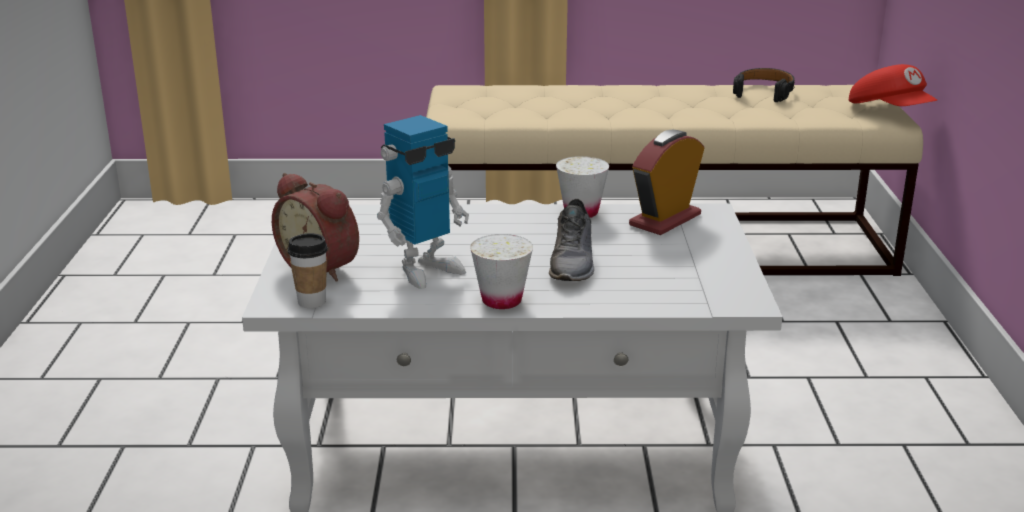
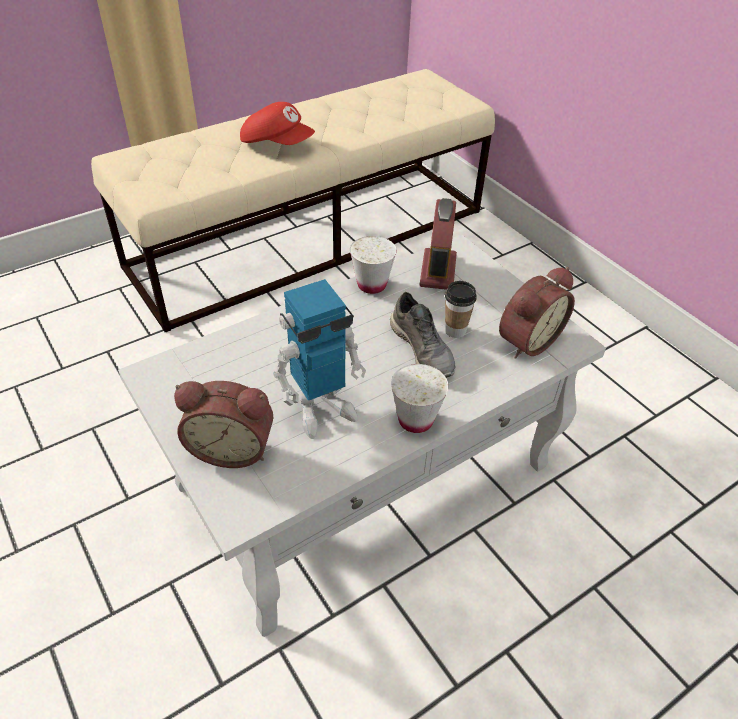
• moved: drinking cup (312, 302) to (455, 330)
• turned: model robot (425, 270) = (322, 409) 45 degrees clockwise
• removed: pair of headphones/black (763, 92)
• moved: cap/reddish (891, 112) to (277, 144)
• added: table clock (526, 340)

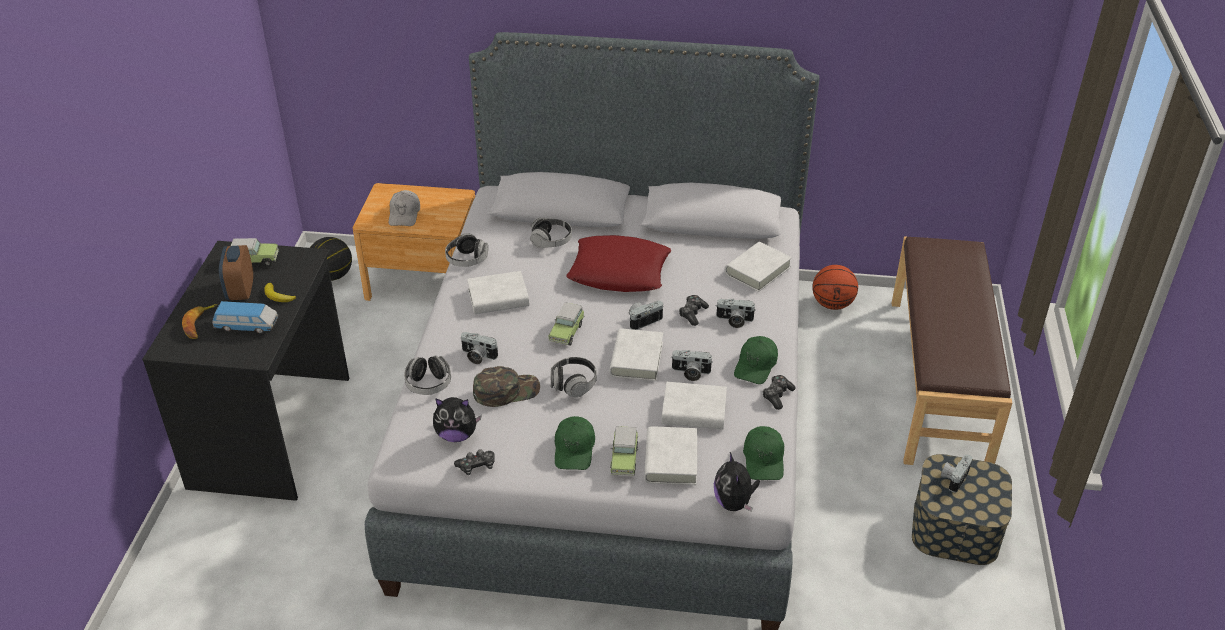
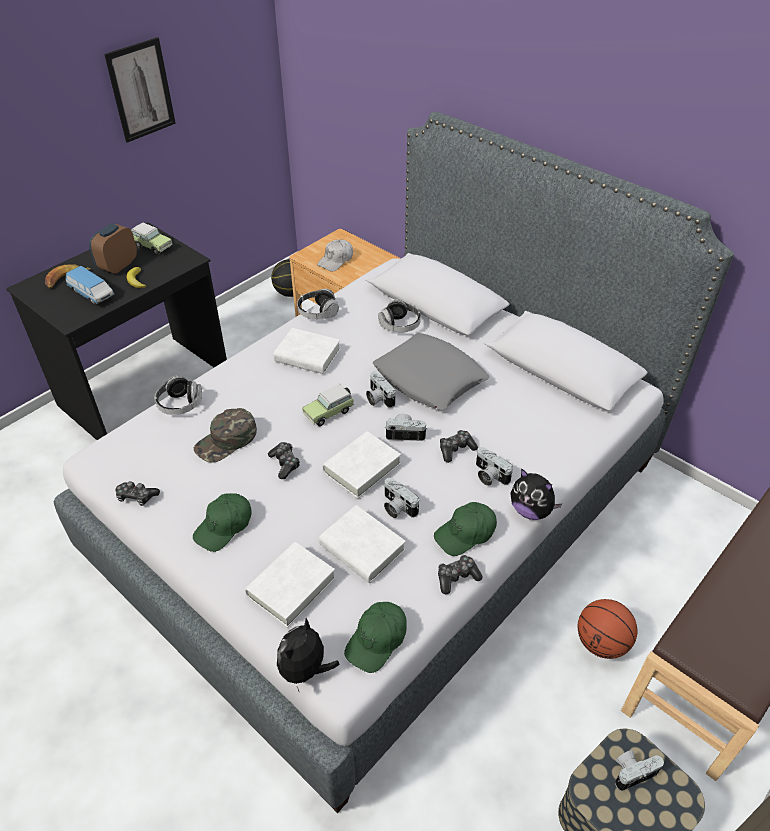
• moved: cuddly toy (456, 435) to (531, 510)
• moved: still camera (477, 356) to (378, 398)
• turned: cap/green (506, 390) = (226, 441) 120 degrees clockwise
• replaced: pair of headphones (573, 384) to gamepad (285, 463)
• recoloured: pillow/reddish (619, 272) to pillow/grey (430, 378)
• removed: toy car (624, 459)
• removed: book/white (757, 271)
• moved: ball for basketball (832, 304) to (601, 642)
• added: wall picture (141, 90)

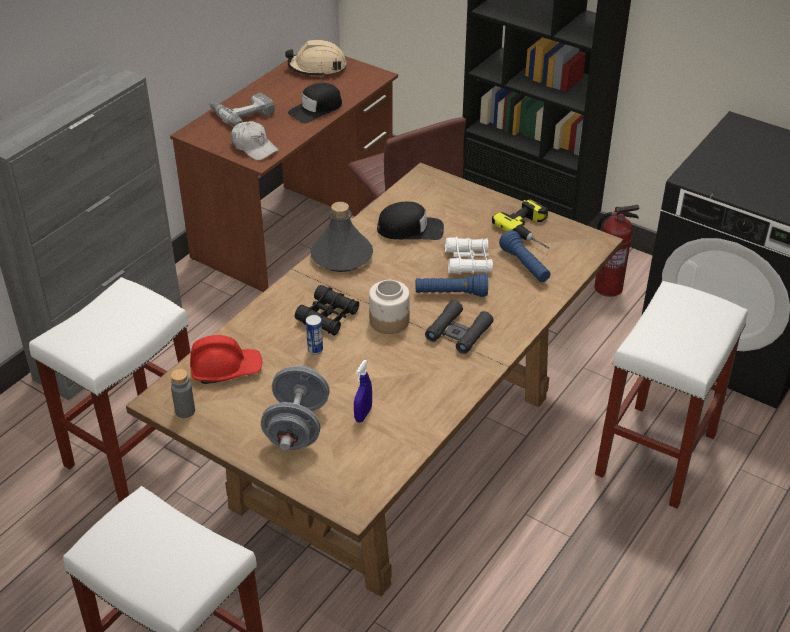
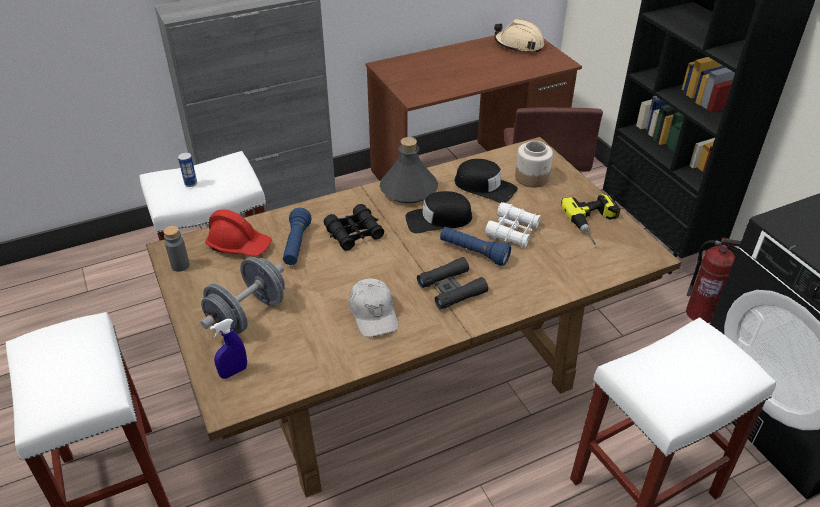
• removed: electric drill (241, 113)
• moved: cap/white (254, 147) to (373, 313)
• moved: cap/black (316, 109) to (438, 219)
• moved: sealed can (315, 350) to (190, 183)
• moved: hand sprayer/blue-coloured (363, 414) to (233, 372)
• moved: storage jar (389, 321) to (532, 178)
• moved: torch/blue-coloured (525, 266) to (296, 245)

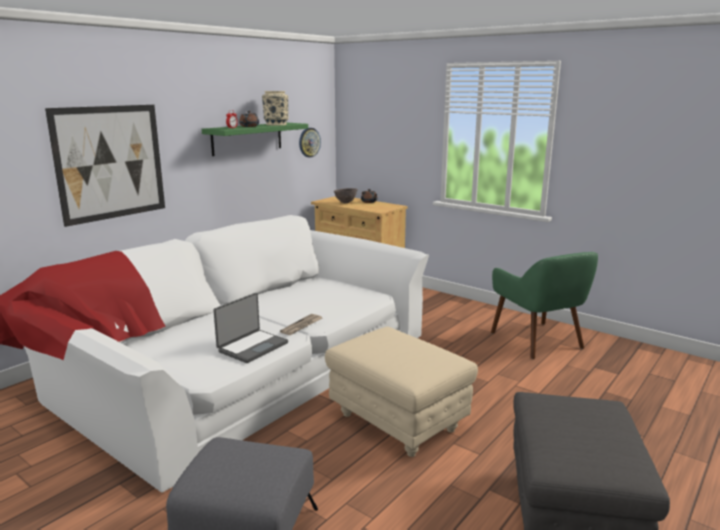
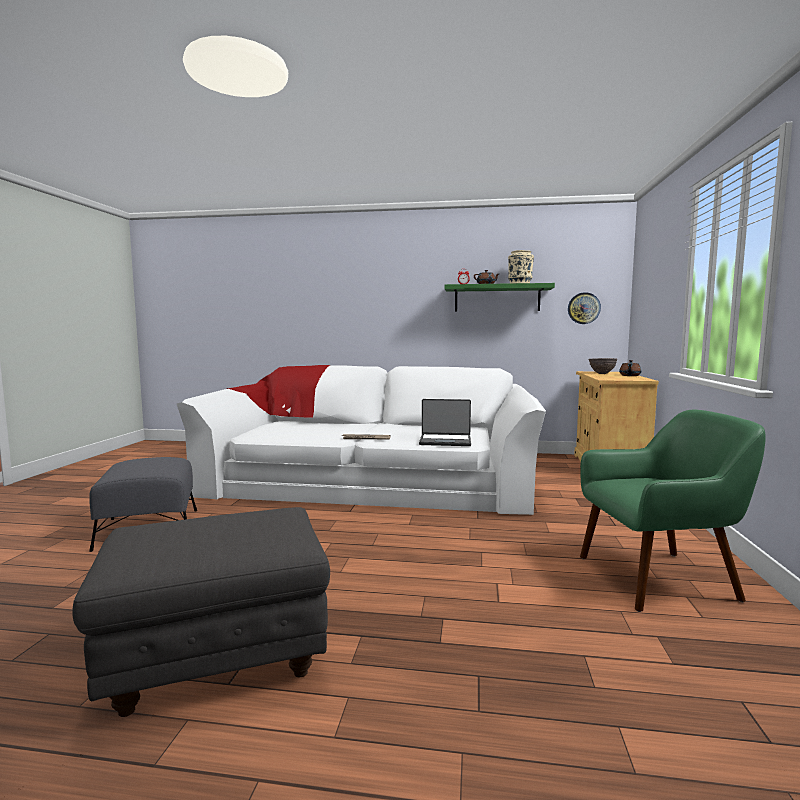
• removed: wall picture (110, 163)
• moved: laptop (252, 347) to (445, 441)
• removed: pouffe/beige-coloured (396, 423)
• turned: lounge chair/green (537, 341) = (659, 579) 135 degrees counterclockwise

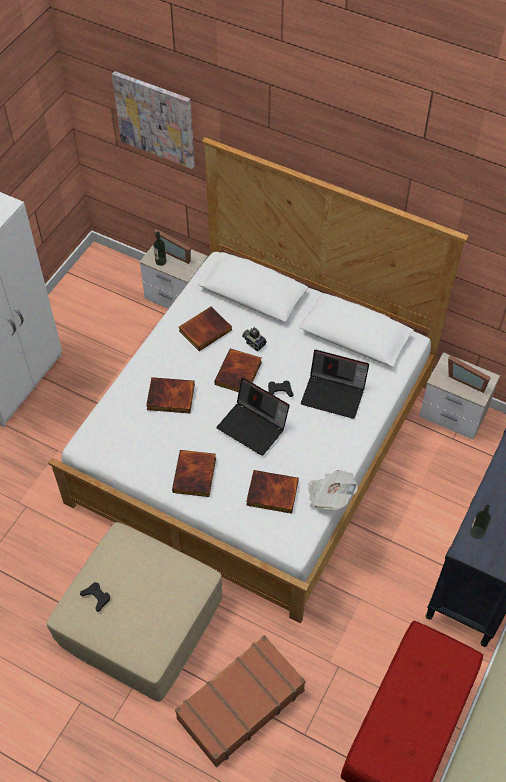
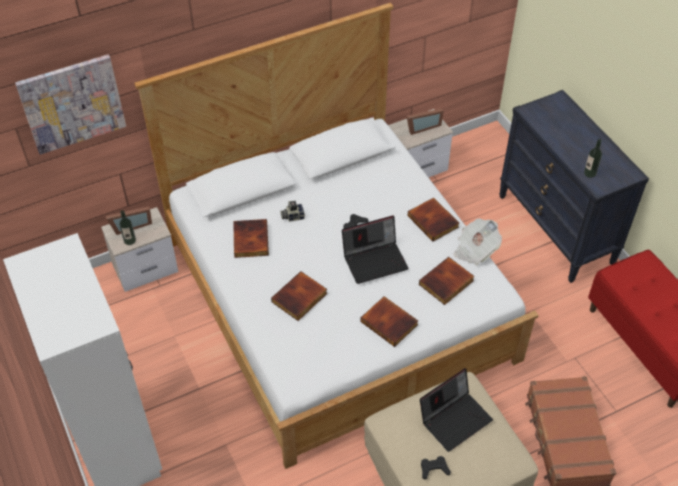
• moved: book (239, 373) to (434, 221)
• moved: laptop (334, 394) to (455, 418)

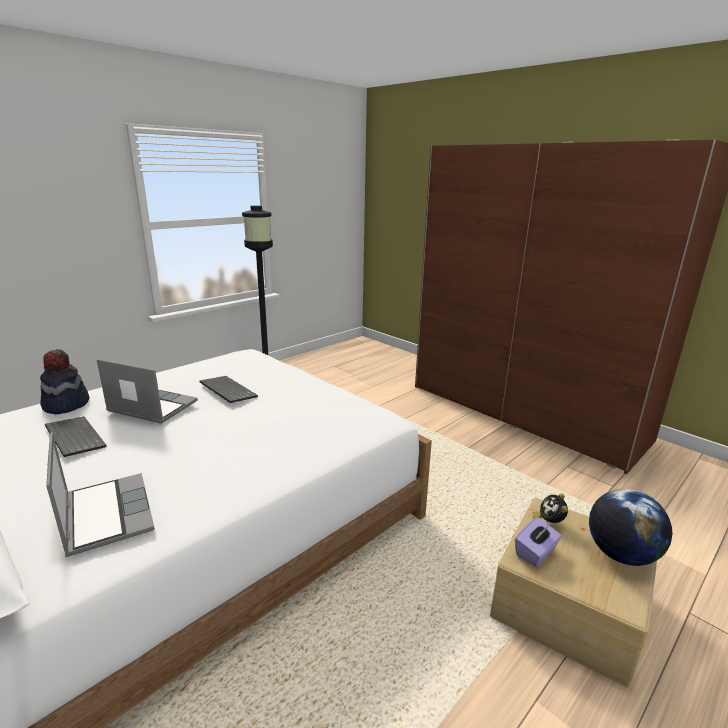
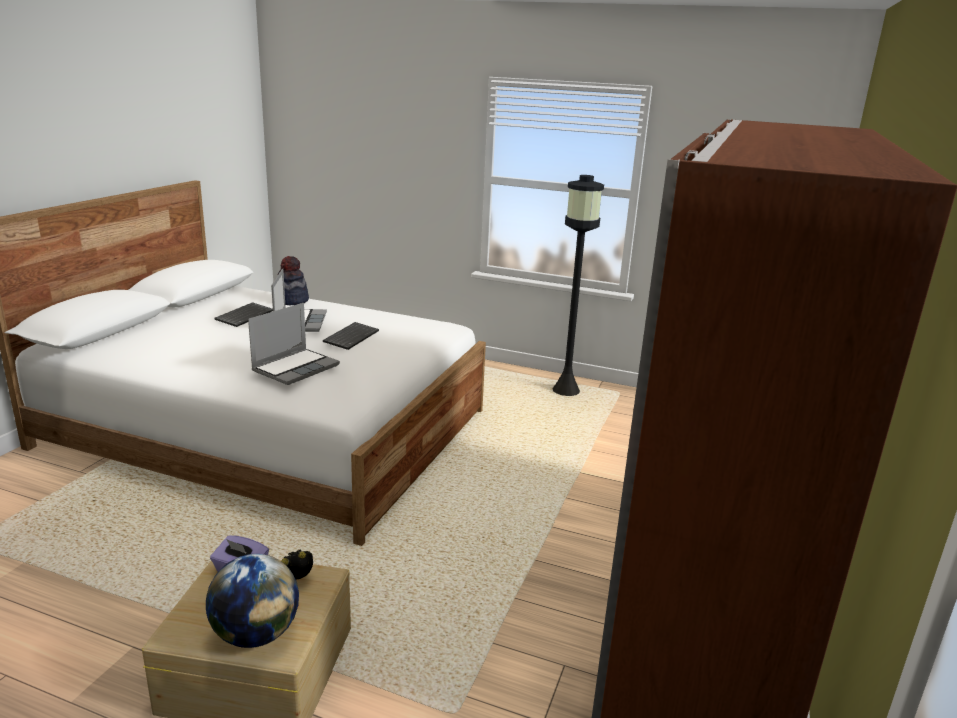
• moved: laptop (106, 514) to (296, 368)

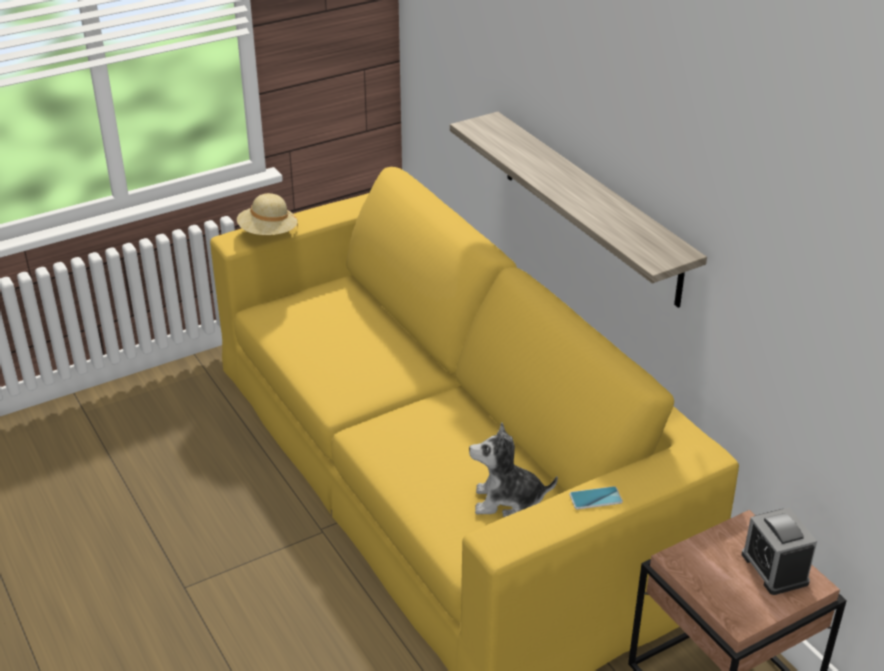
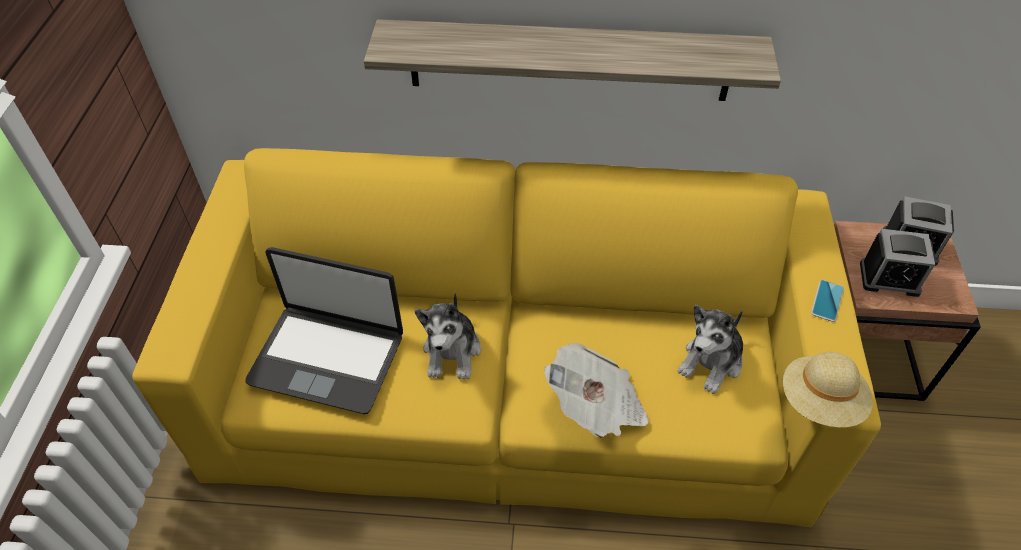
• moved: wearable hat/beige-coloured (268, 233) to (821, 402)
• added: laptop (328, 358)
• added: cuddly toy (452, 351)
• added: daily paper (596, 406)
• added: table clock (889, 278)

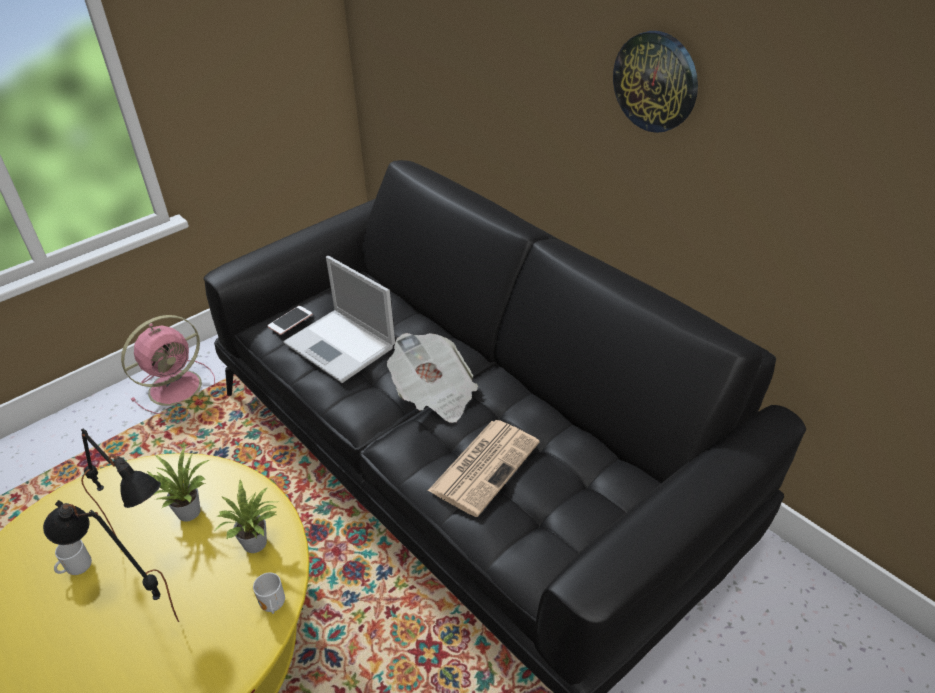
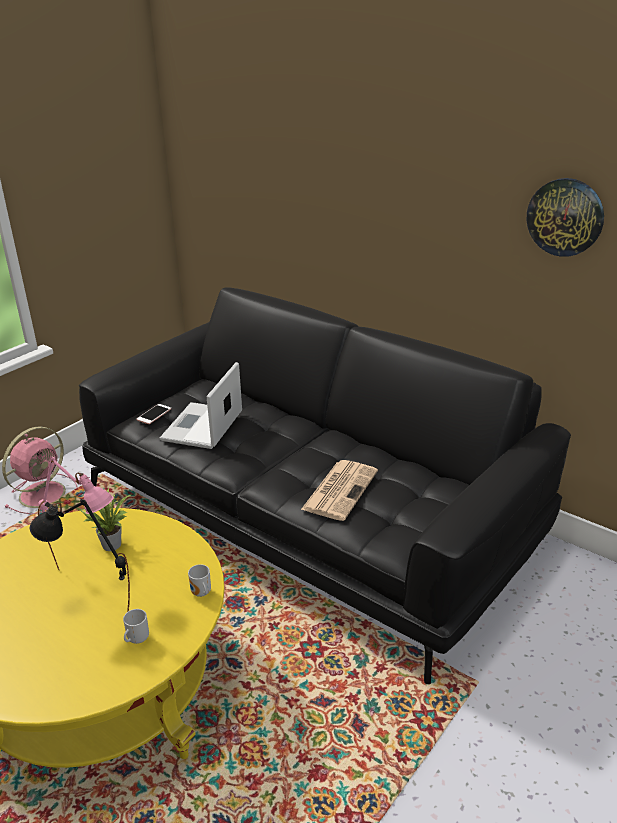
• moved: coffee mug (78, 568) to (136, 639)
• recoloured: lamp for a table/black (152, 549) to lamp for a table/pink-coloured (89, 571)
• removed: potted plant (258, 544)
• turned: laptop (341, 346) = (202, 427) 75 degrees clockwise
• removed: daily paper (434, 394)
• moved: hanging clock (656, 81) to (565, 217)

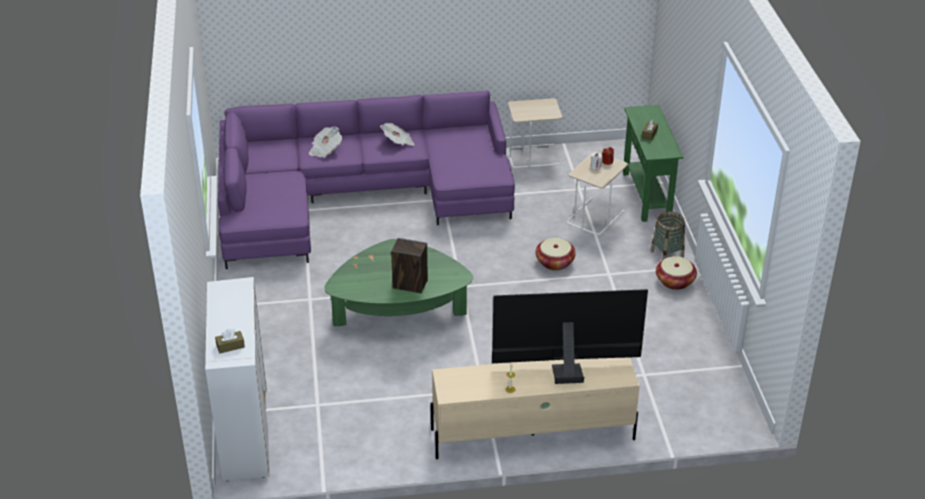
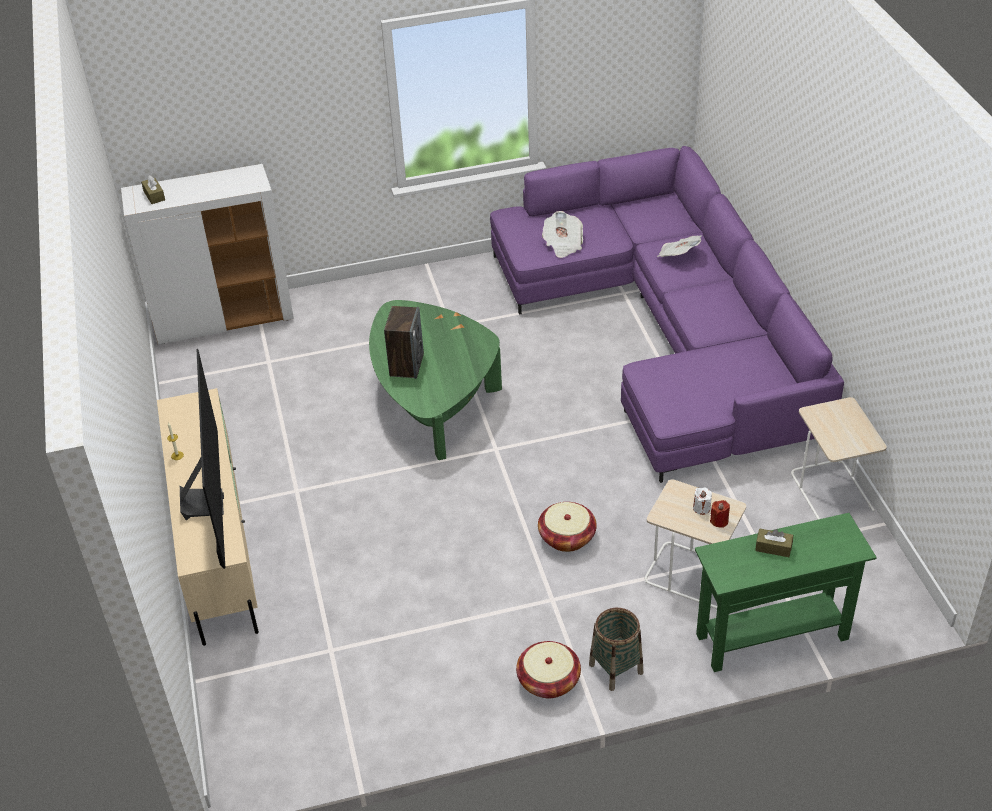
• moved: daily paper (398, 142) to (563, 244)

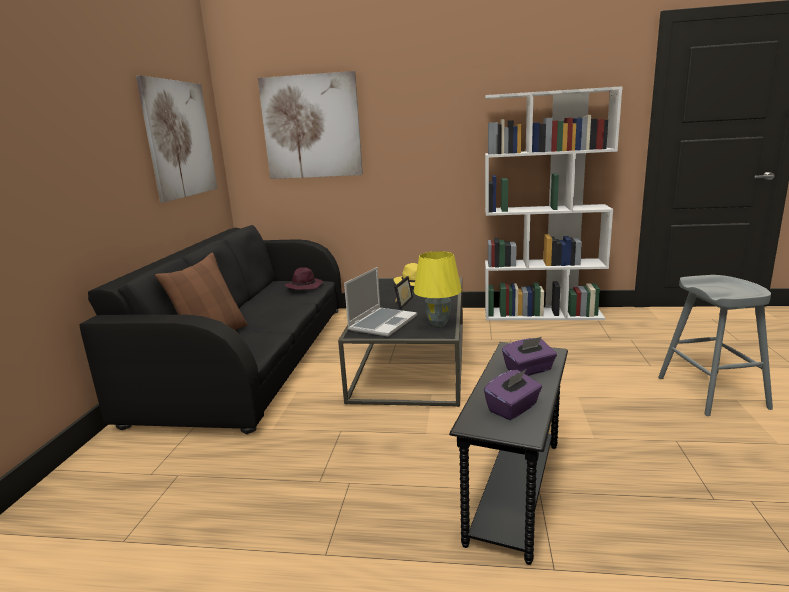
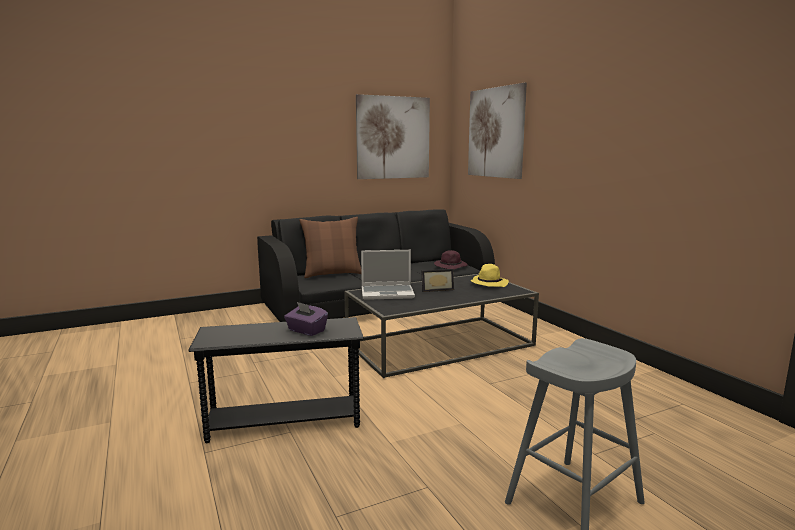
• removed: lamp for a table/yellowish (439, 323)
• removed: tissue holder/purple (513, 408)
• removed: bookcase/white (542, 314)

